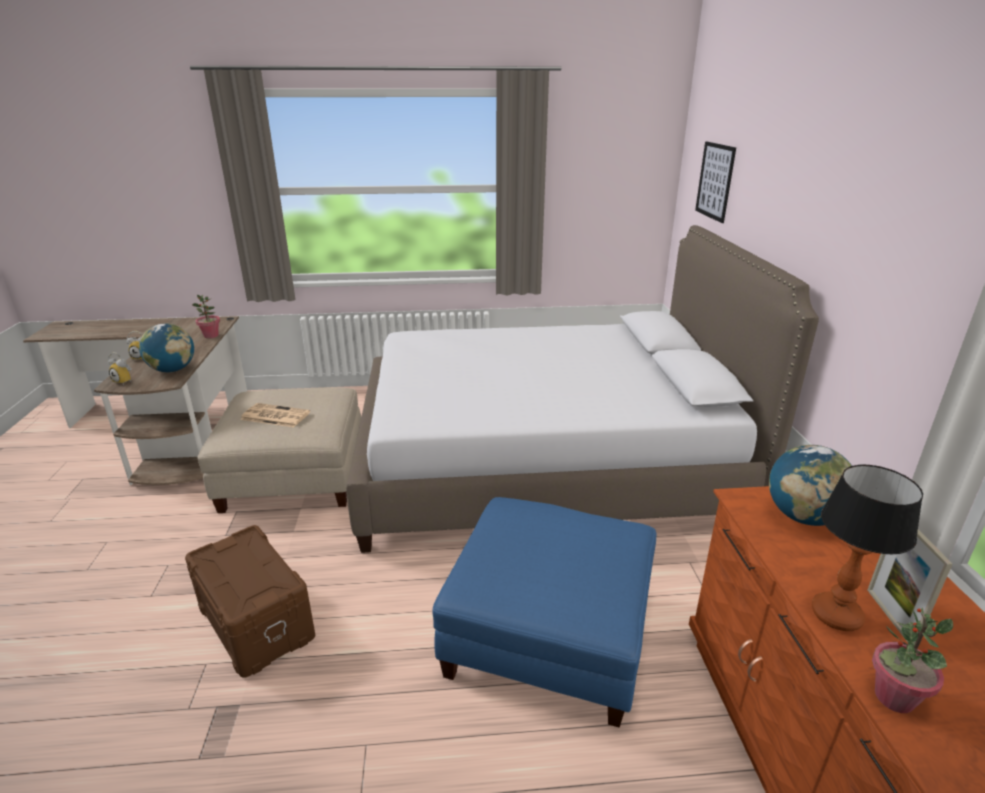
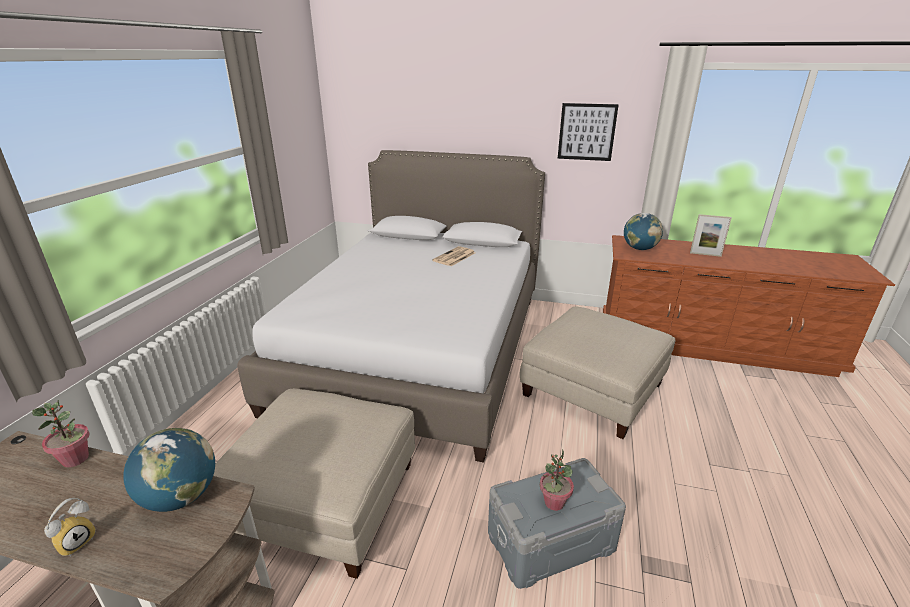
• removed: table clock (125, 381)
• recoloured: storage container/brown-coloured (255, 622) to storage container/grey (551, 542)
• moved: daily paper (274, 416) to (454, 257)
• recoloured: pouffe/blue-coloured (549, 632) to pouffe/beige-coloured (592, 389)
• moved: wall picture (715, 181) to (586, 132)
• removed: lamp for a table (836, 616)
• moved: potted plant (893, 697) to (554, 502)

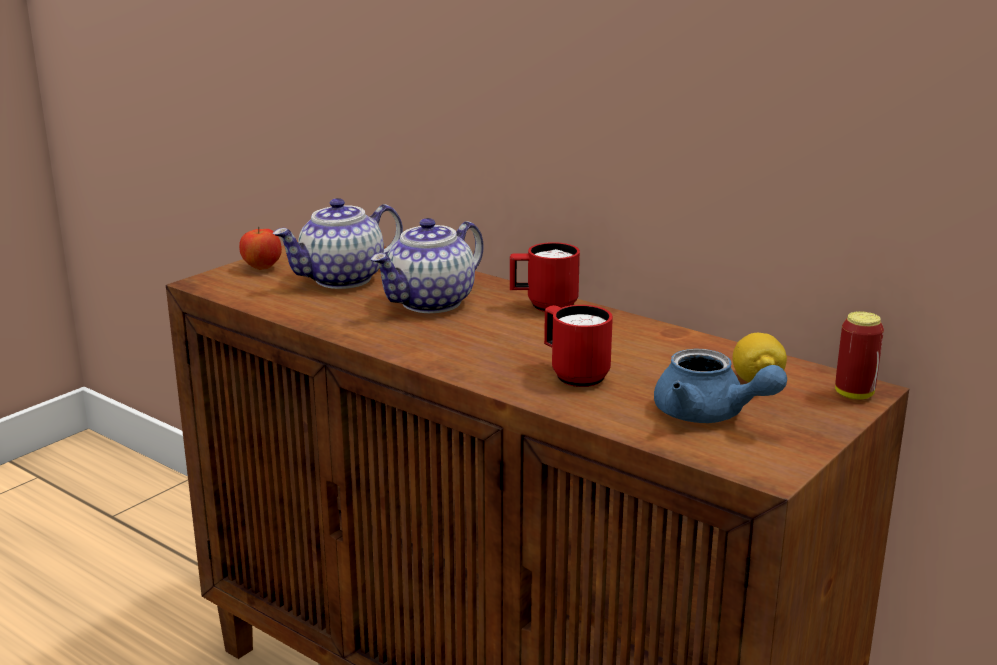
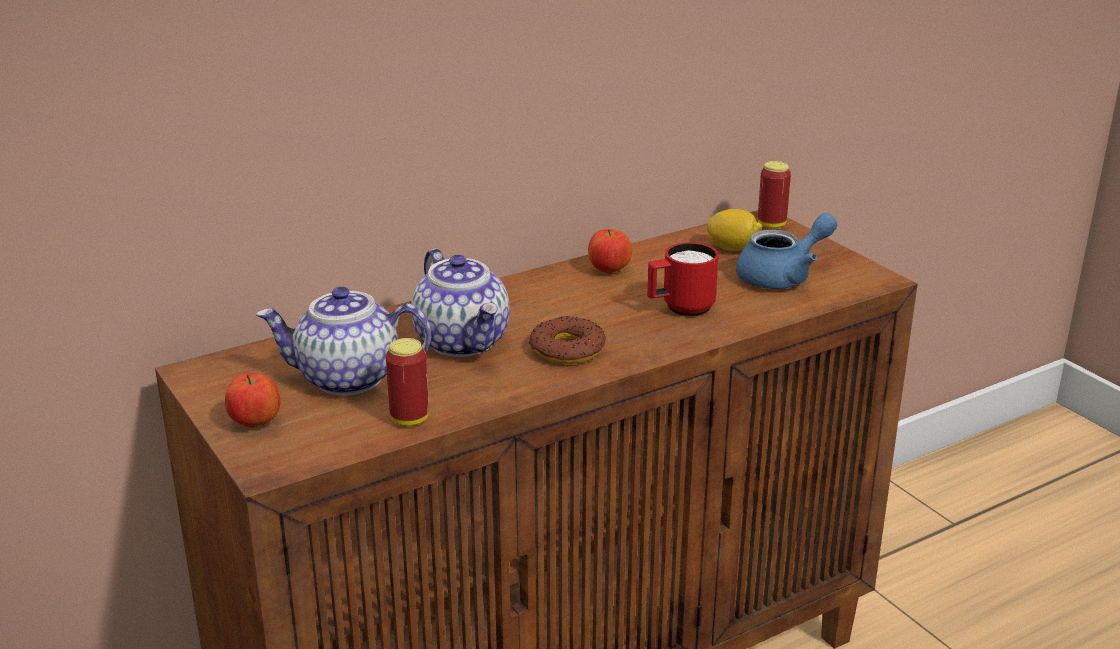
• turned: tea pot (342, 279) = (347, 379) 105 degrees clockwise
• removed: coffee mug/reddish (543, 306)
• added: sealed can (409, 419)
• added: ring doughnut (567, 349)
• added: apple fruit (609, 270)

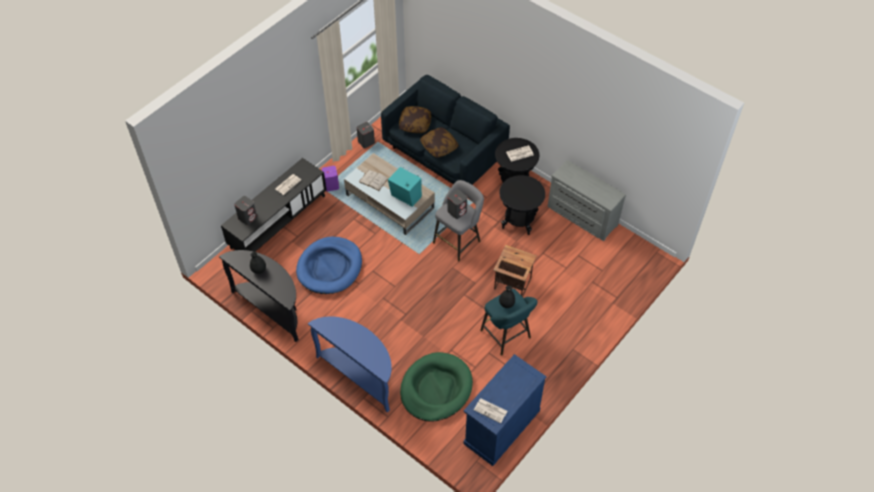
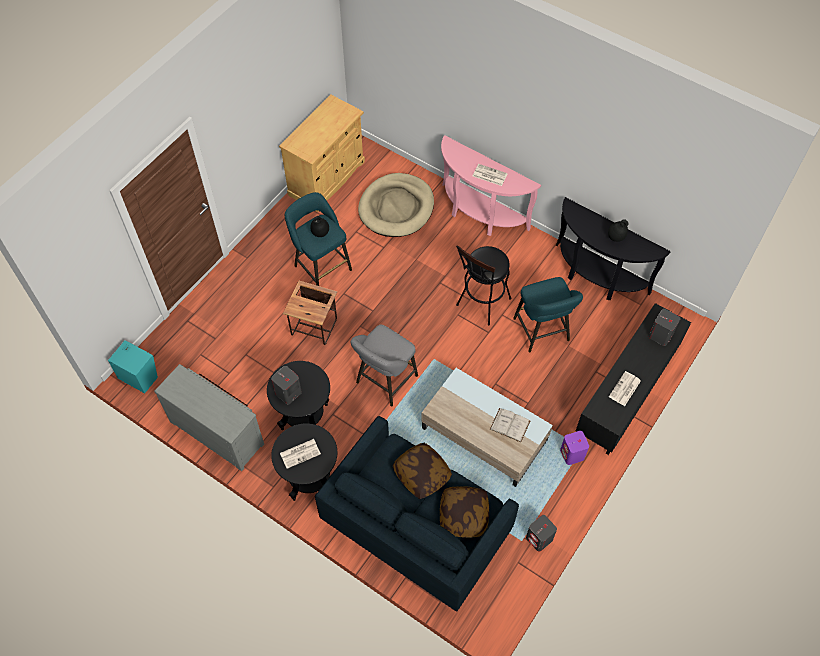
• replaced: dog bed/blue-coloured (330, 267) to stool seat/turquoise (542, 332)
• recoloured: console table/blue-coloured (360, 375) to console table/pink-coloured (479, 214)
• moved: audio speaker/turquoise (406, 197) to (138, 376)
• recoloured: dog bed/green (436, 389) to dog bed/beige-coloured (396, 207)
• moved: audio speaker/grey (457, 211) to (288, 393)
• recoloured: storage cabinet/blue-coloured (501, 427) to storage cabinet/beige-coloured (327, 178)
• moved: daily paper (491, 410) to (489, 175)
• added: stool seat/black (481, 305)

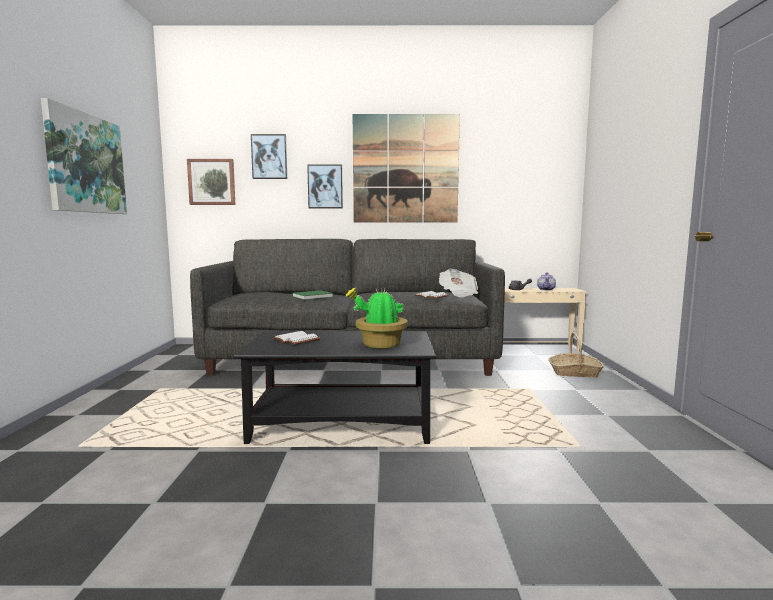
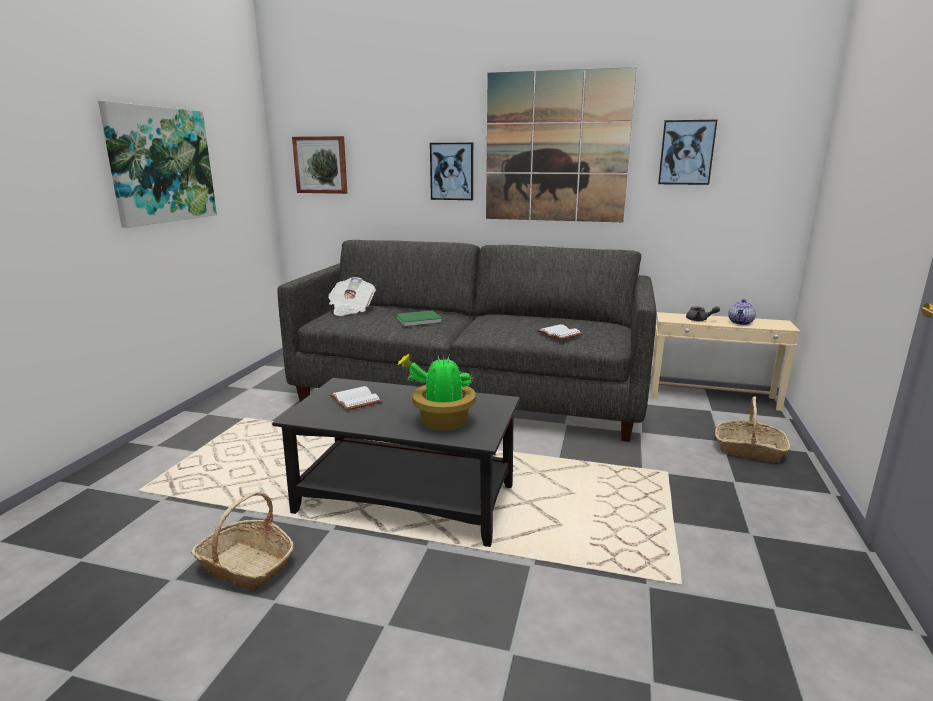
• moved: wall picture (269, 156) to (686, 152)
• moved: daily paper (458, 294) to (351, 309)
• added: basket (246, 566)

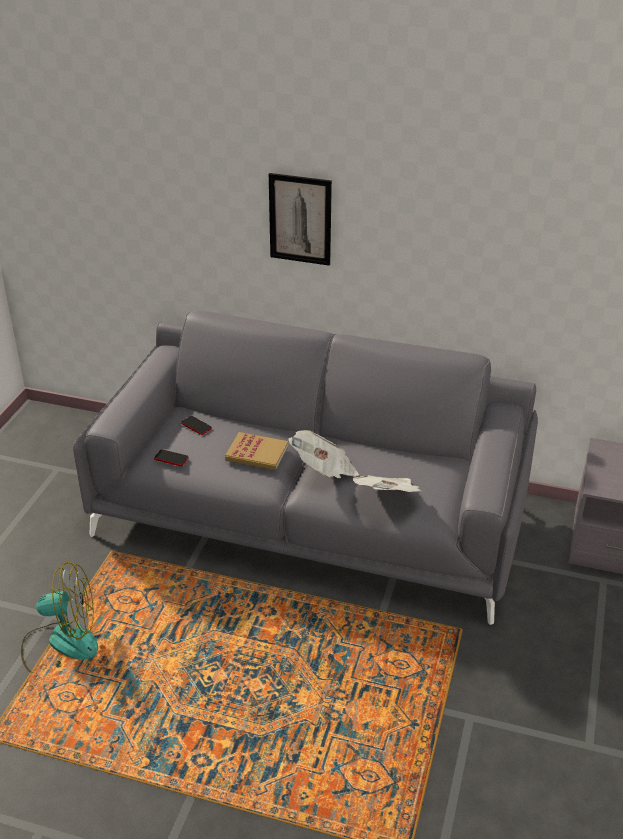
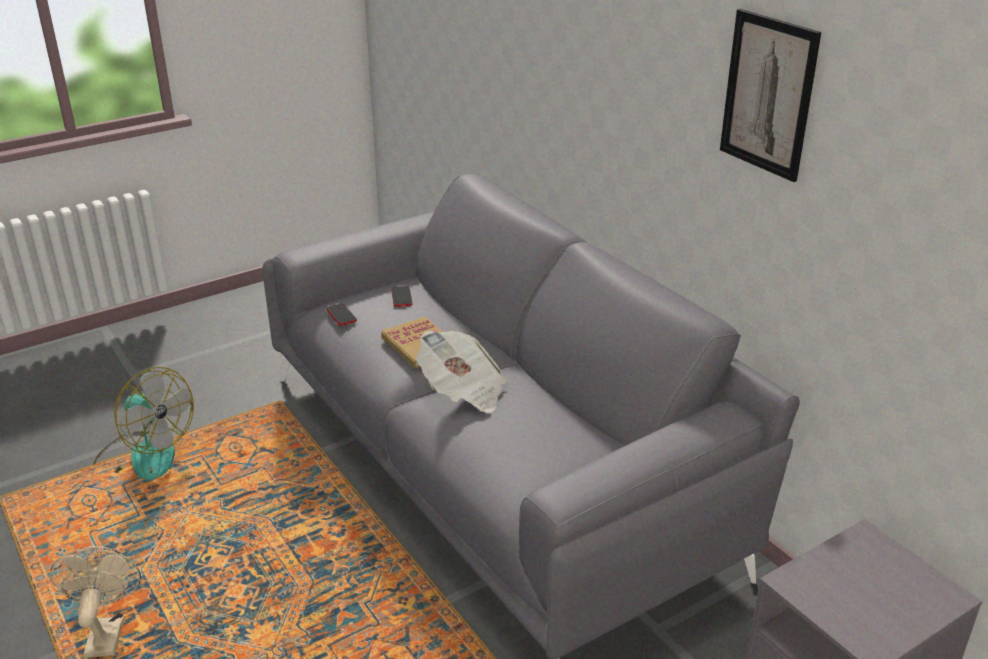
• moved: wall picture (300, 219) to (768, 95)
• removed: daily paper (388, 497)
• added: cooling fan/beige-coloured (106, 632)

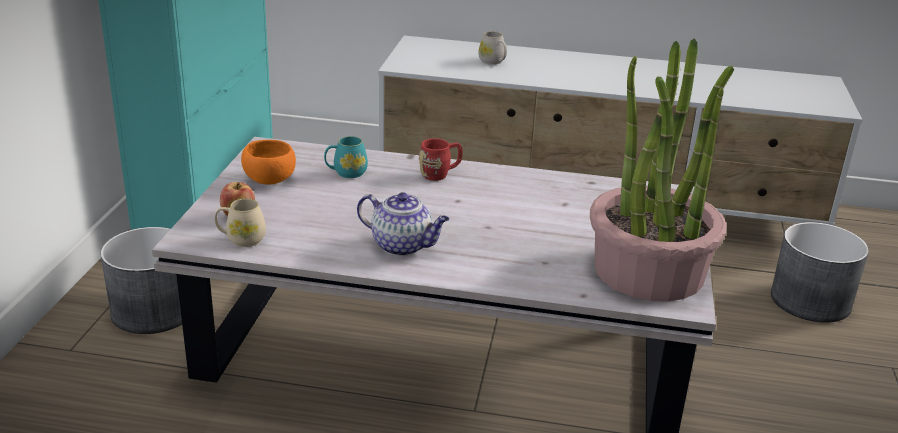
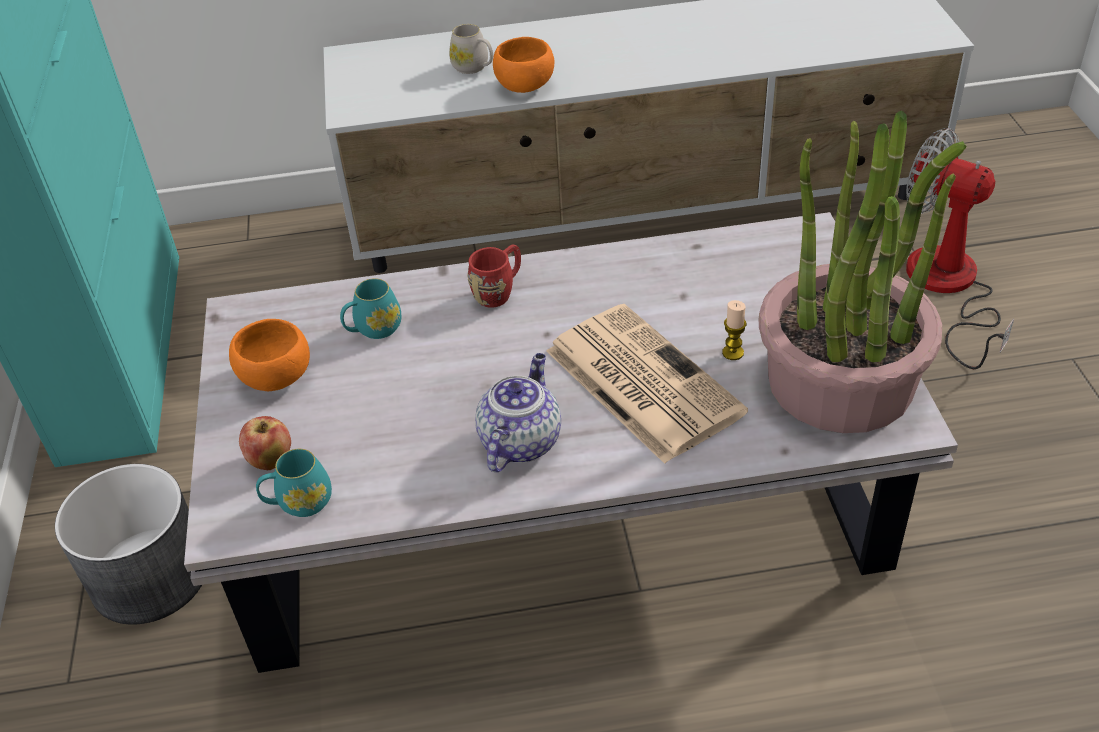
• recoloured: coffee mug/beige-coloured (241, 239) to coffee mug/turquoise (299, 503)
• turned: tea pot (403, 246) = (520, 441) 75 degrees counterclockwise
• replaced: plant pot/grey (810, 301) to cooling fan (947, 288)
• added: deep dish/orange-coloured (526, 85)
• added: daily paper (640, 381)
• added: wax candle (733, 353)

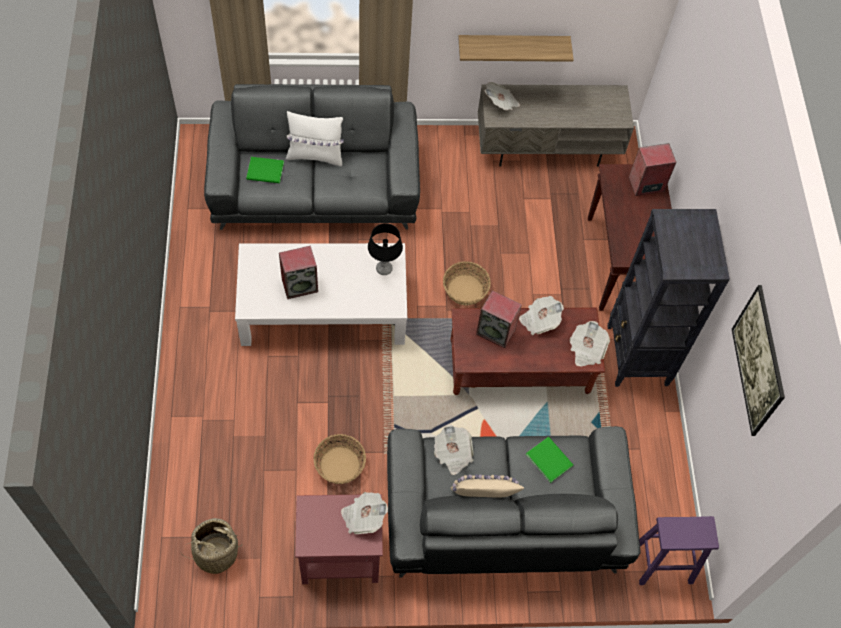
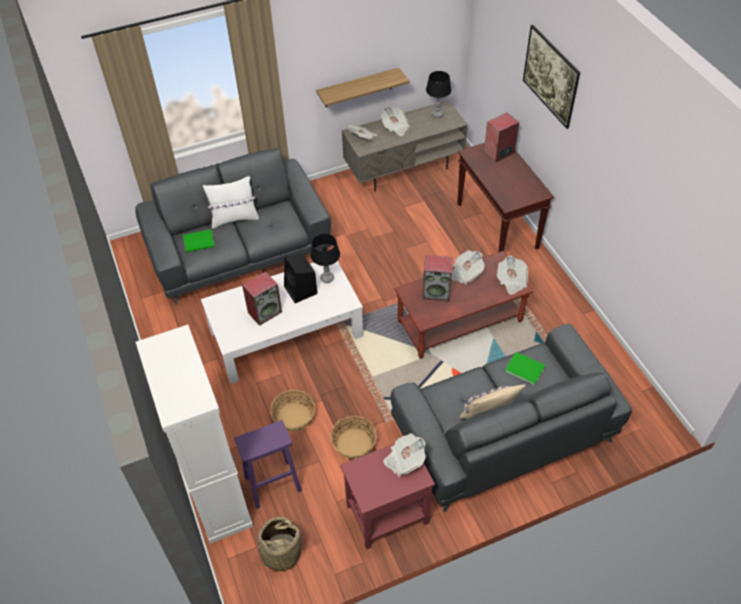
• moved: daily paper (453, 454) to (395, 127)
• moved: basket (465, 290) to (294, 416)
• removed: bookcase/black (637, 356)
• moved: stool seat/purple (664, 563) to (273, 483)
• moved: wall picture (751, 371) to (548, 90)
• added: storage cabinet/white (218, 495)
• added: audio speaker/black (301, 290)
• added: lamp for a table/black (437, 114)

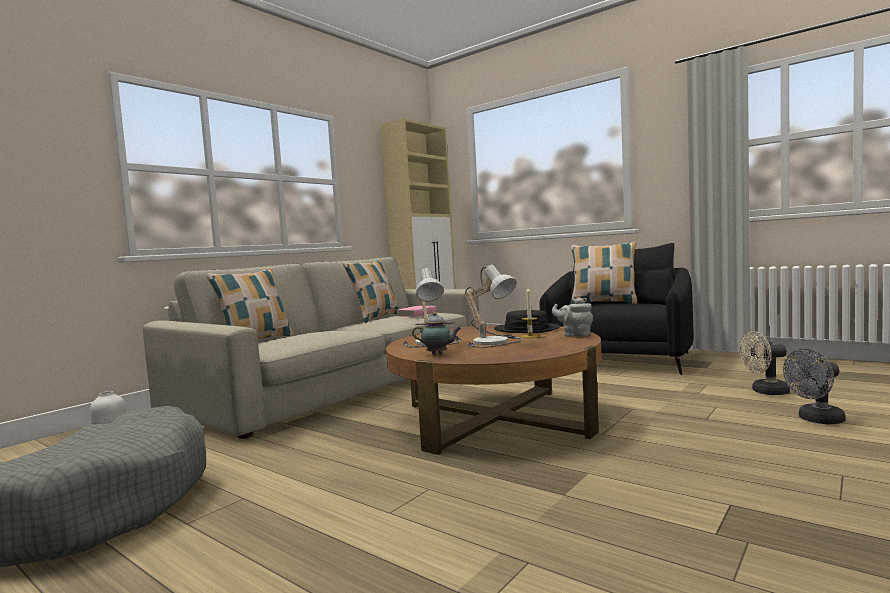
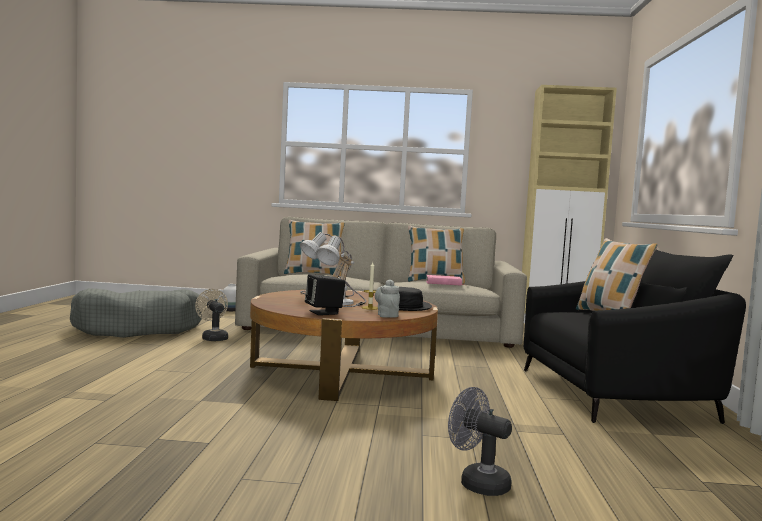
• removed: tea pot (438, 354)
• moved: cooling fan/beige-coloured (765, 392) to (213, 338)
• added: audio speaker/black (324, 312)

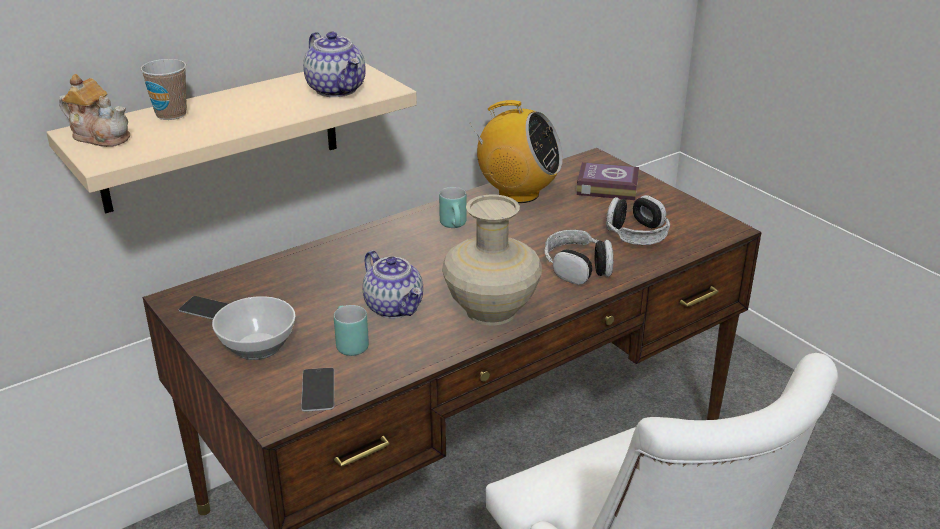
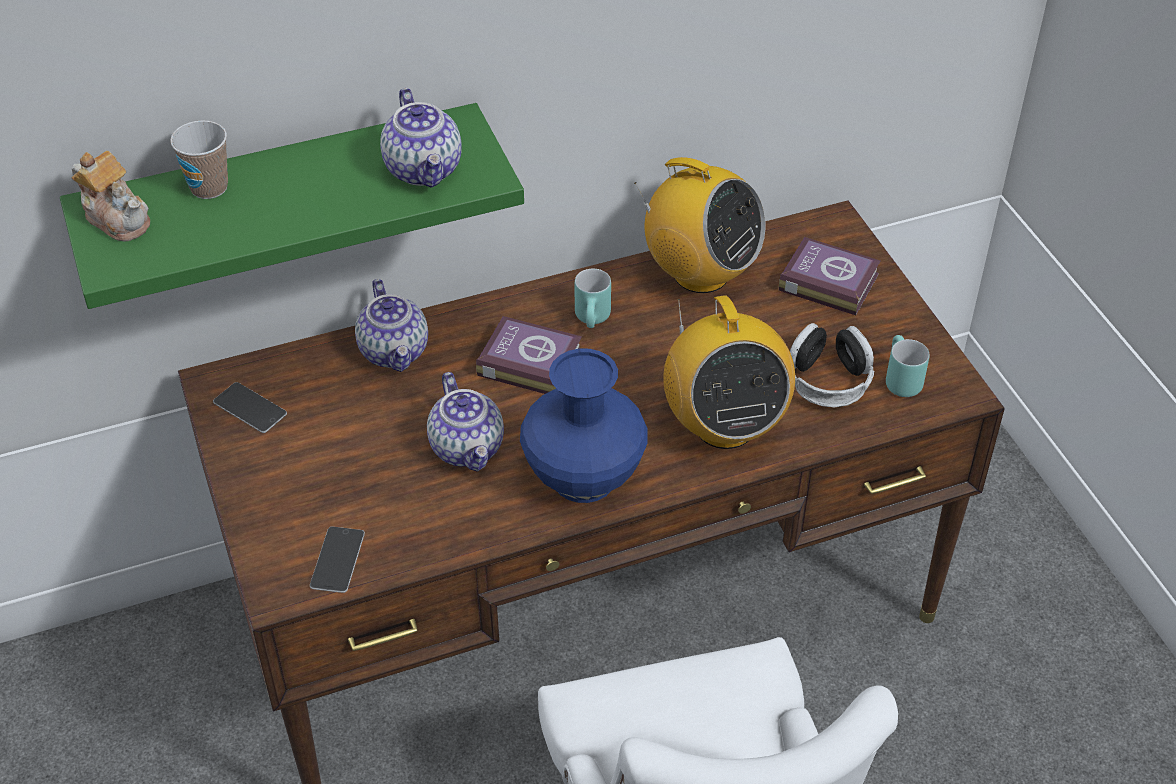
• recoloured: bracket shelf/beige-coloured (221, 135) to bracket shelf/green (282, 195)
• removed: deep dish (258, 347)
• moved: coffee mug/turquoise (347, 344) to (898, 379)
• recoloured: decorative vase/beige-coloured (491, 310) to decorative vase/blue-coloured (585, 477)
• replaced: pair of headphones (578, 267) to radio receiver (724, 425)
• added: tea pot (395, 351)
• added: book (528, 361)

